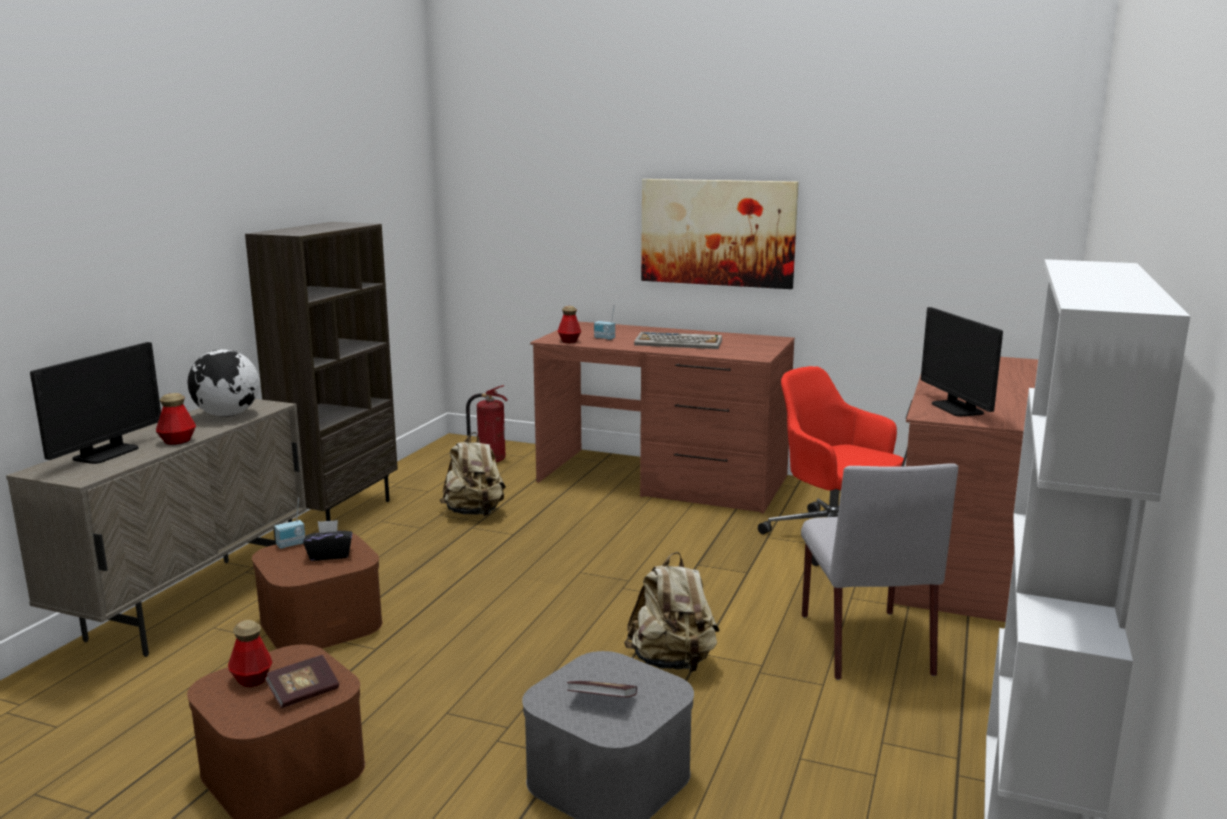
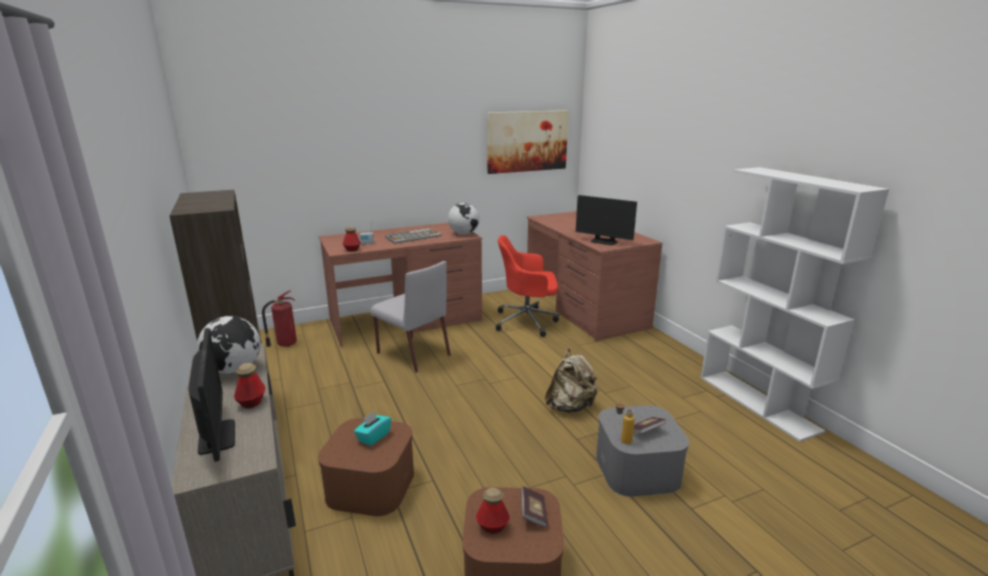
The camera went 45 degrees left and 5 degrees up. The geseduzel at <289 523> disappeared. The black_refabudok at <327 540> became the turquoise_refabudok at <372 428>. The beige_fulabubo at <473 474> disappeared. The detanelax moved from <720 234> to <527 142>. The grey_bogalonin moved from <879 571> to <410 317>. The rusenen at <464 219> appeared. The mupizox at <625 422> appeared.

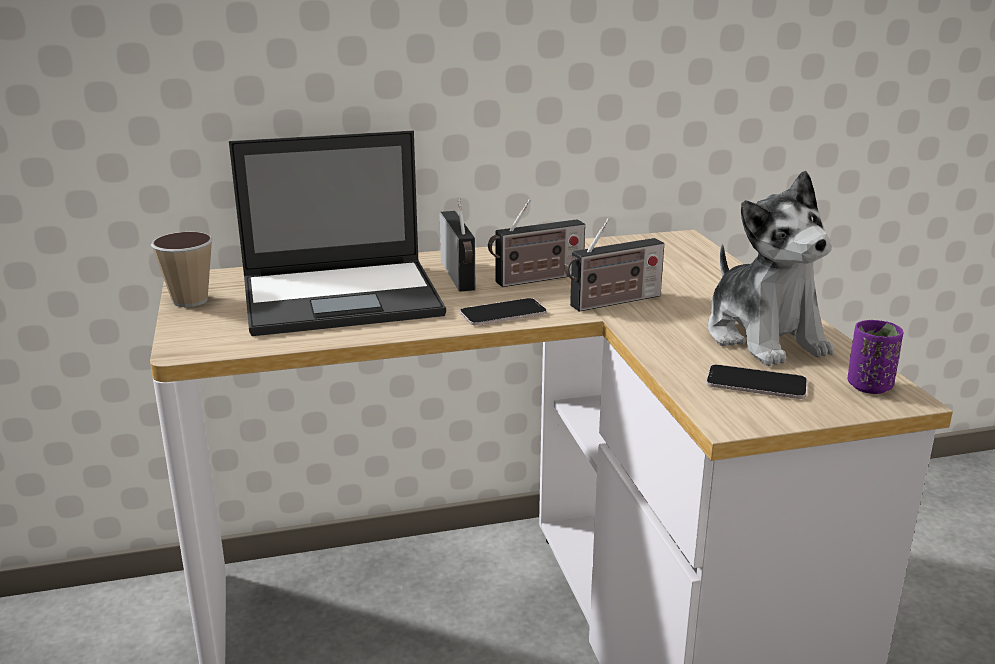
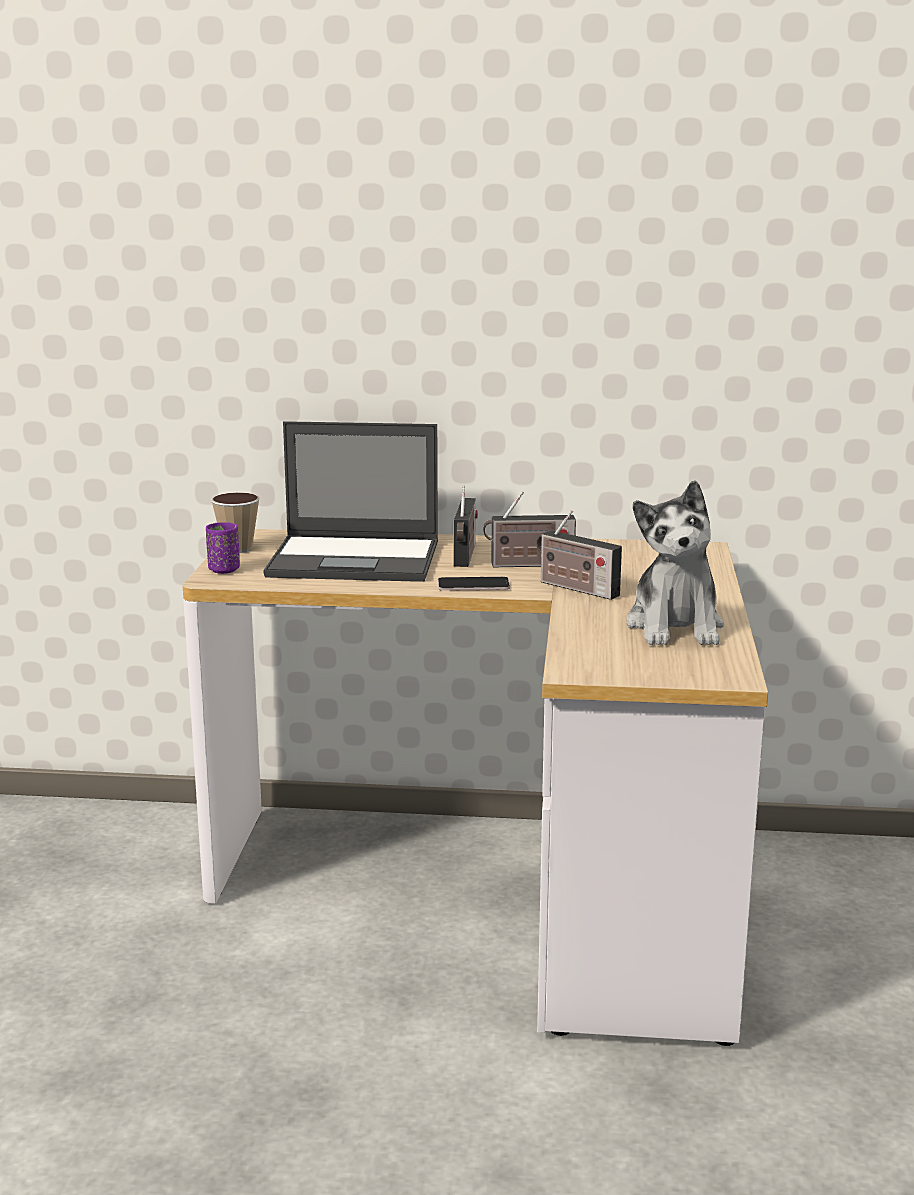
The camera went 20 degrees right and 5 degrees down. The geseduzel at <614 265> turned 45 degrees clockwise. The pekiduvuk at <756 381> disappeared. The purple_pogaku moved from <875 357> to <223 548>.

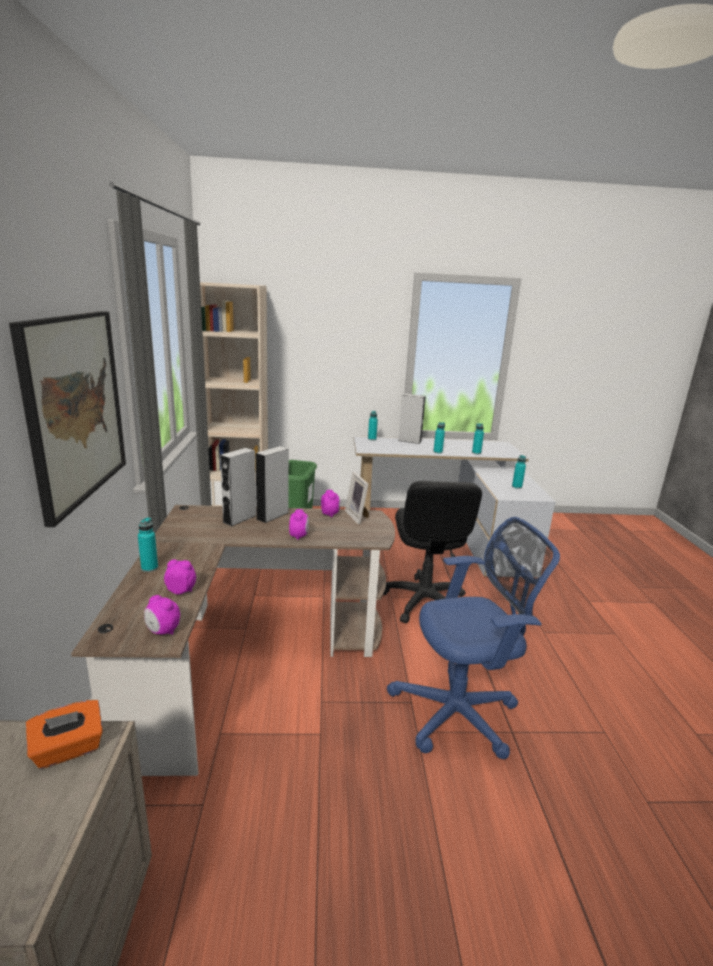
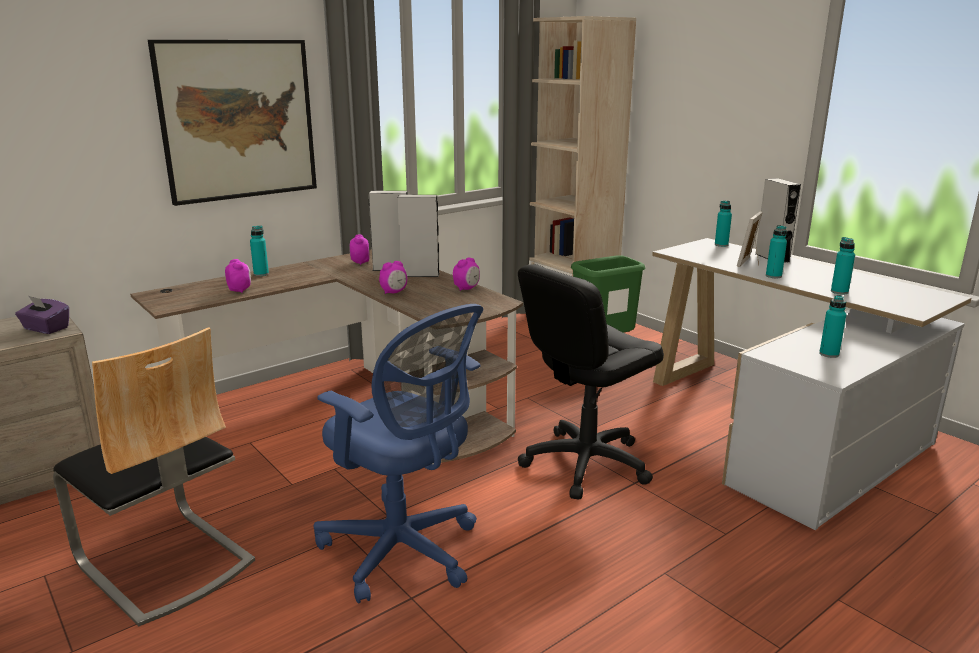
The camera went 55 degrees right and 0 degrees up. The orange_refabudok at <64 734> became the purple_refabudok at <42 315>. The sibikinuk moved from <162 615> to <359 249>. The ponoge moved from <357 498> to <750 239>. The bogalonin at <154 476> appeared.

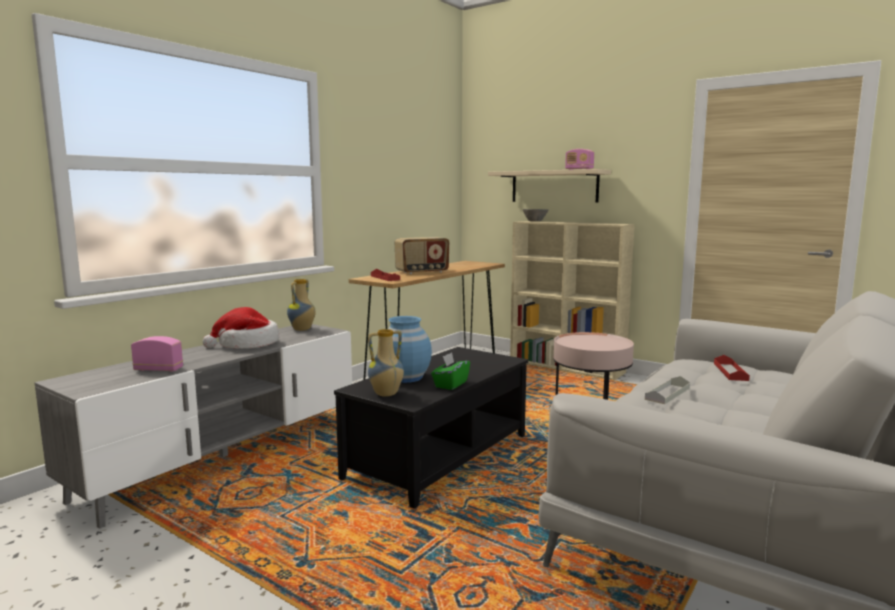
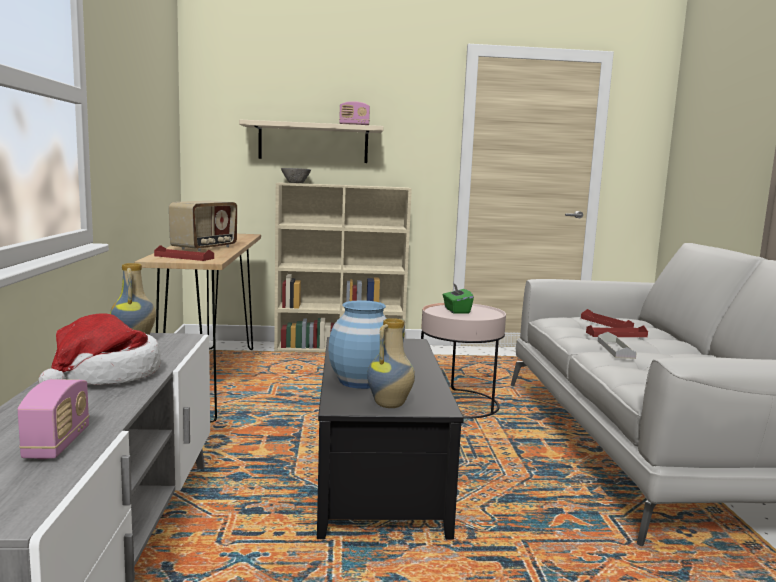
The camera went 40 degrees left and 0 degrees up. The geseduzel at <157 354> turned 120 degrees clockwise. The green_refabudok moved from <450 371> to <458 298>. The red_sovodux at <617 331> appeared.

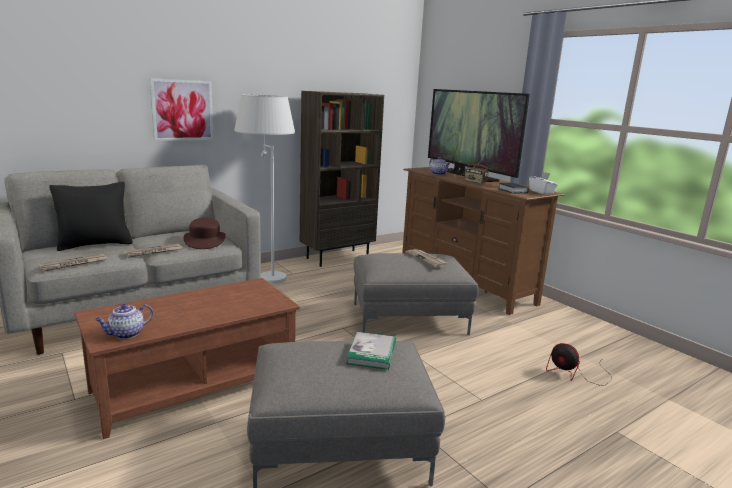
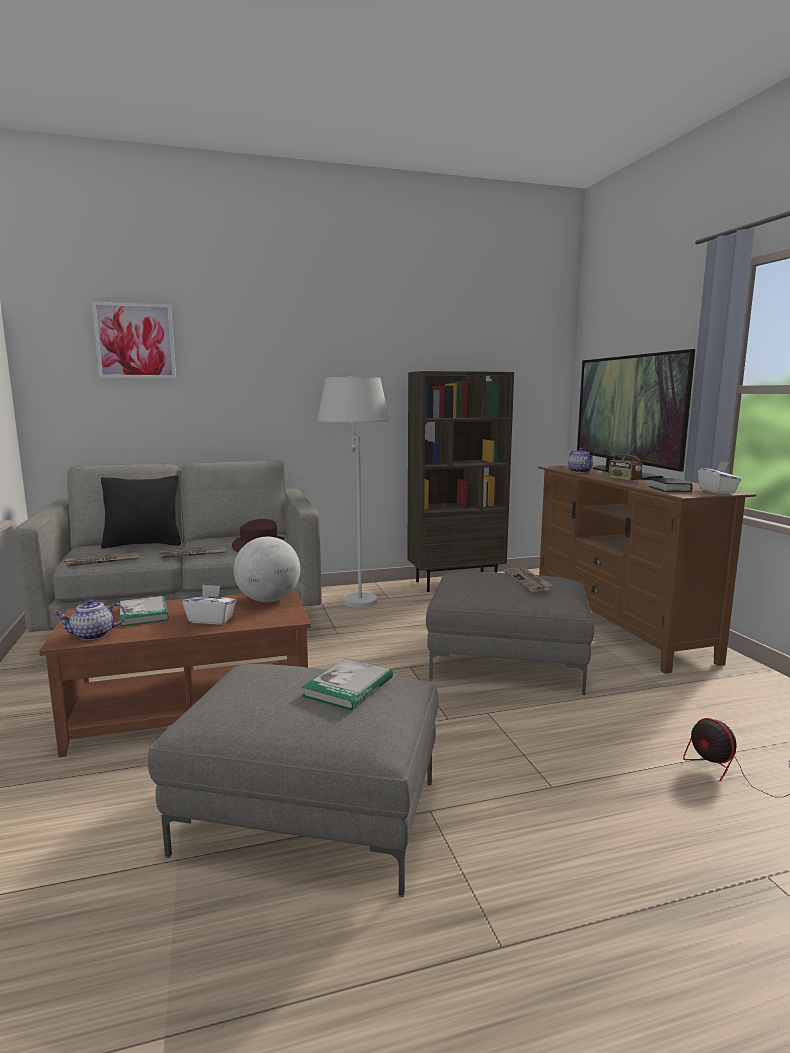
The camera went 20 degrees right and 5 degrees down. The detanelax moved from <182 109> to <134 340>. The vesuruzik at <144 611> appeared. The white_refabudok at <209 605> appeared. The rusenen at <266 569> appeared.

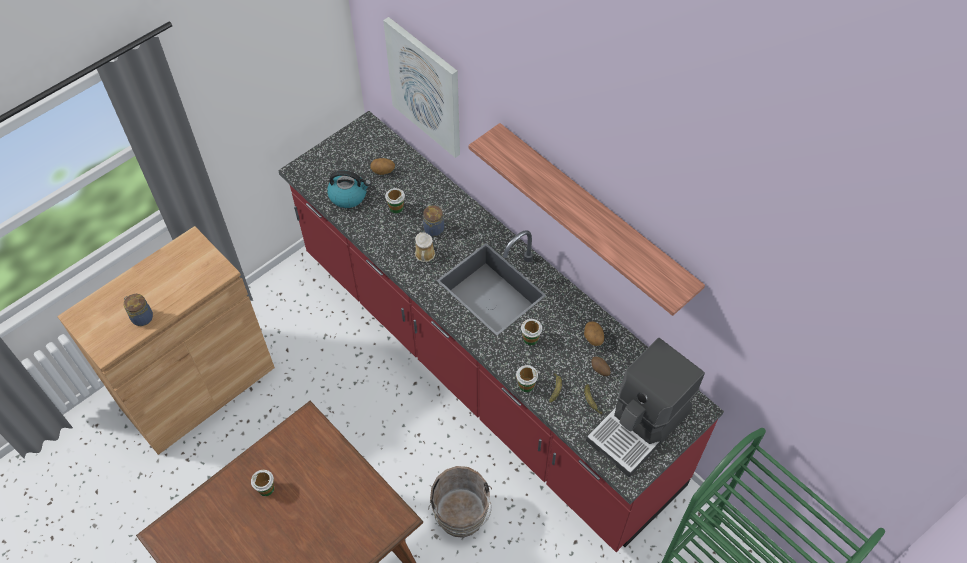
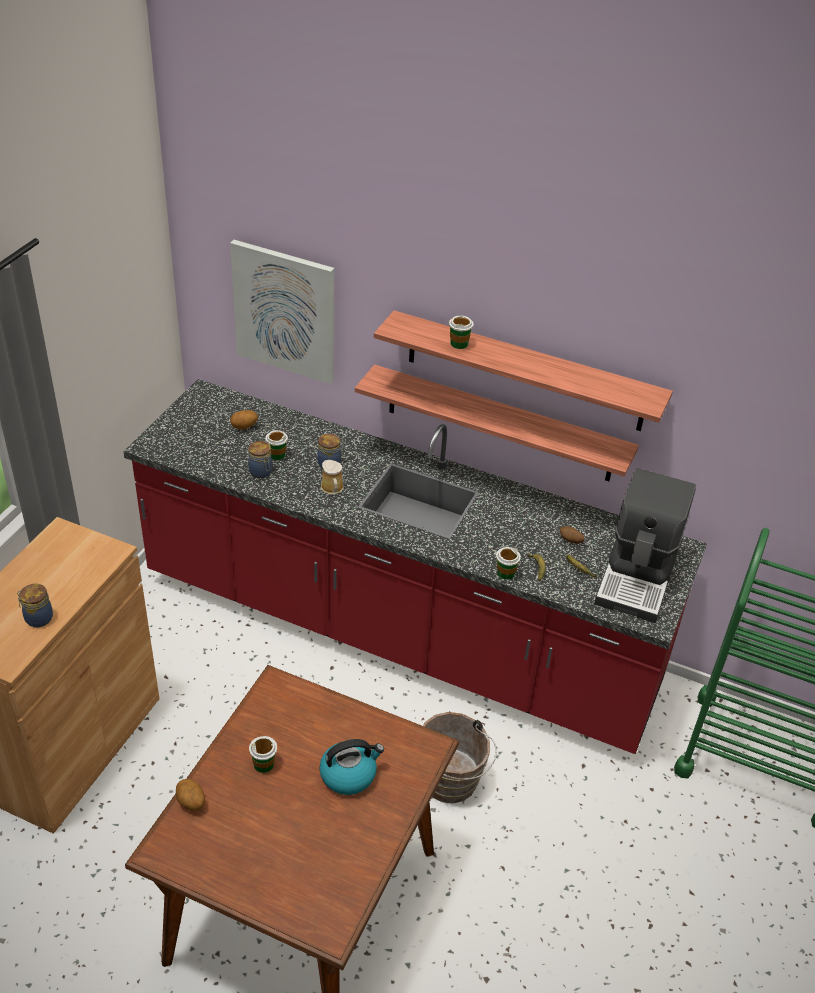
The camera went 25 degrees left and 15 degrees down. The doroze moved from <349 189> to <351 767>. The pogaku moved from <531 332> to <461 332>. The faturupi moved from <594 333> to <190 795>. The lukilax at <260 459> appeared. The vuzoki at <497 422> appeared.

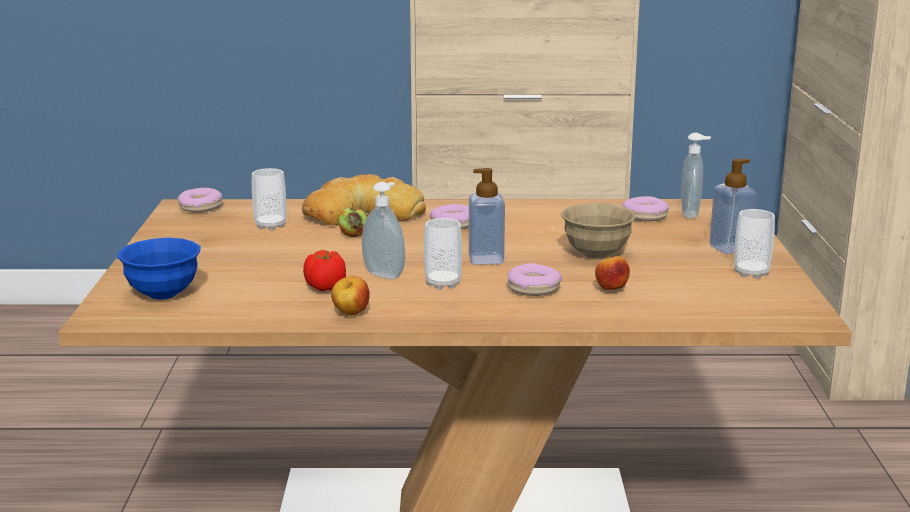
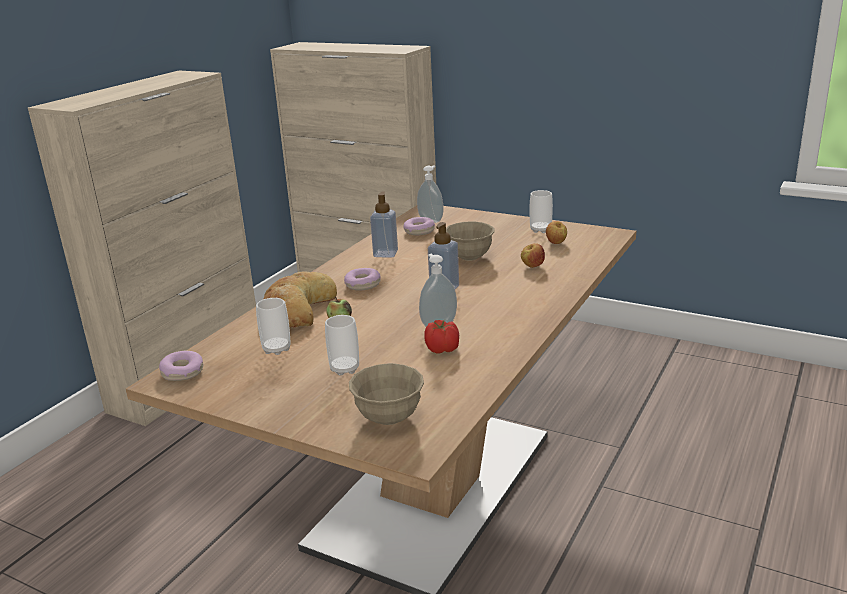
The camera went 60 degrees left and 5 degrees up. The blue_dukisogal at <159 269> became the beige_dukisogal at <386 394>. The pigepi moved from <350 295> to <556 232>. The pogaku moved from <443 254> to <342 345>. The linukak at <535 279> disappeared. The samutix moved from <732 206> to <384 224>.

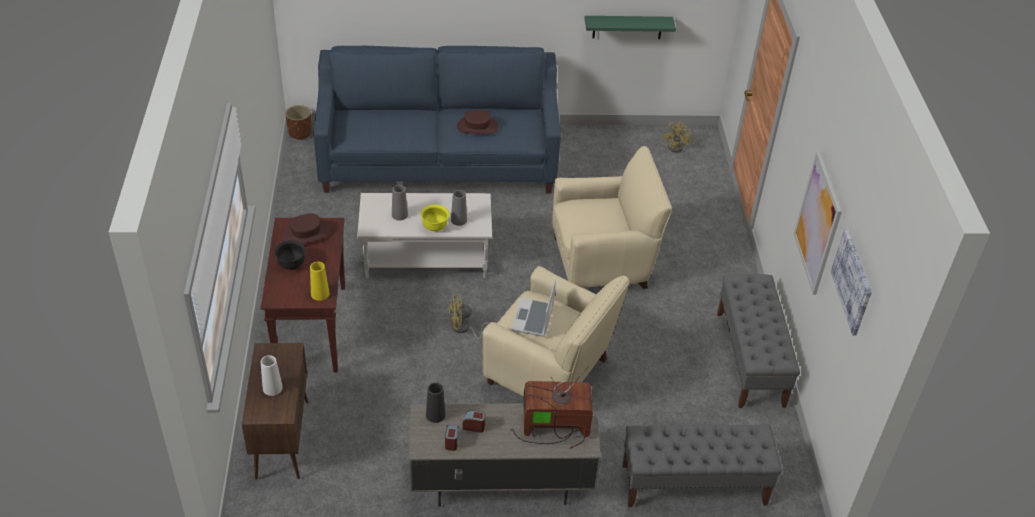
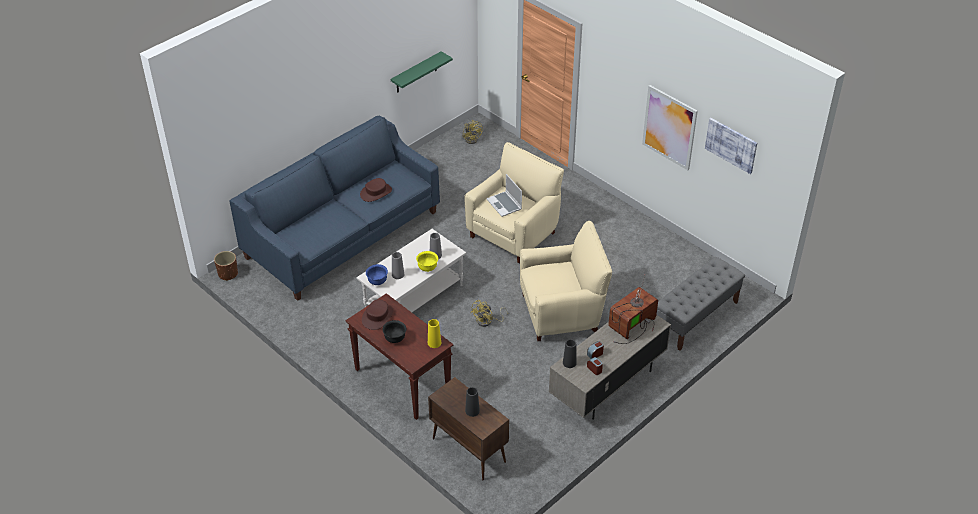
The camera went 40 degrees left and 0 degrees up. The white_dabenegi at <272 375> became the black_dabenegi at <472 402>. The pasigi moved from <533 308> to <504 195>. The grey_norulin at <758 341> disappeared. The blue_dukisogal at <377 274> appeared.

